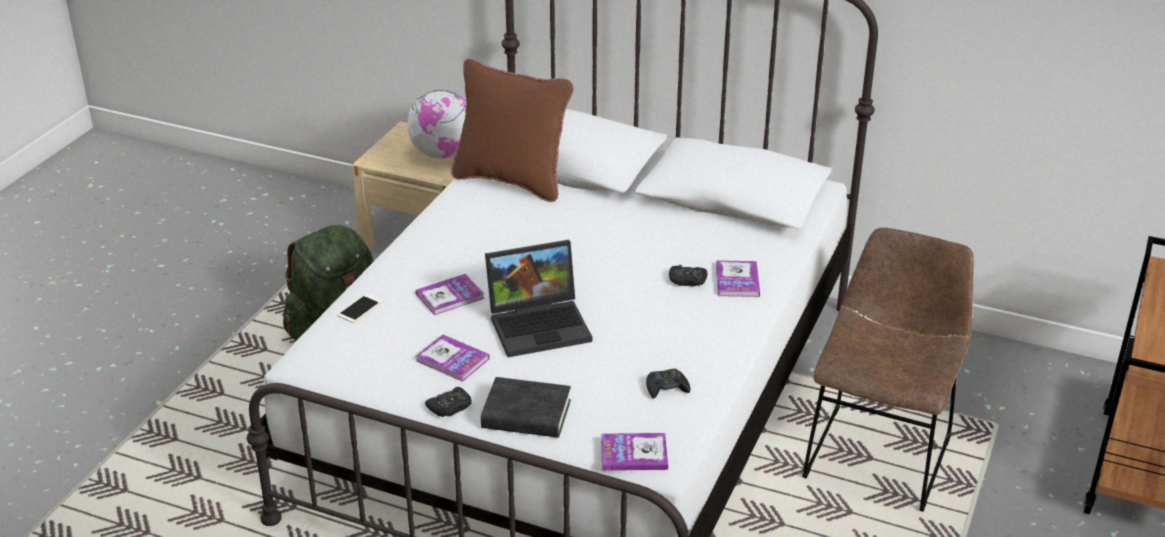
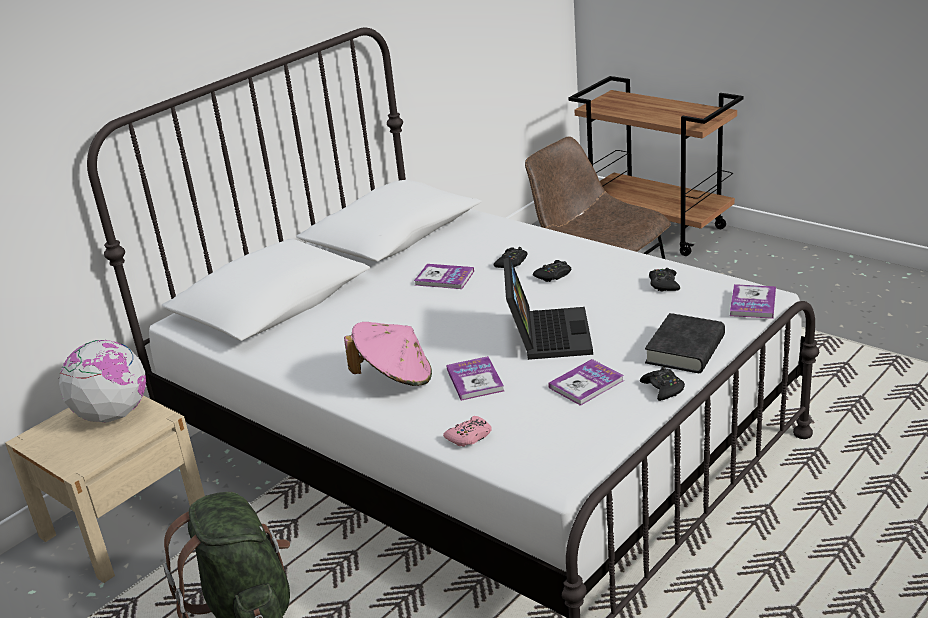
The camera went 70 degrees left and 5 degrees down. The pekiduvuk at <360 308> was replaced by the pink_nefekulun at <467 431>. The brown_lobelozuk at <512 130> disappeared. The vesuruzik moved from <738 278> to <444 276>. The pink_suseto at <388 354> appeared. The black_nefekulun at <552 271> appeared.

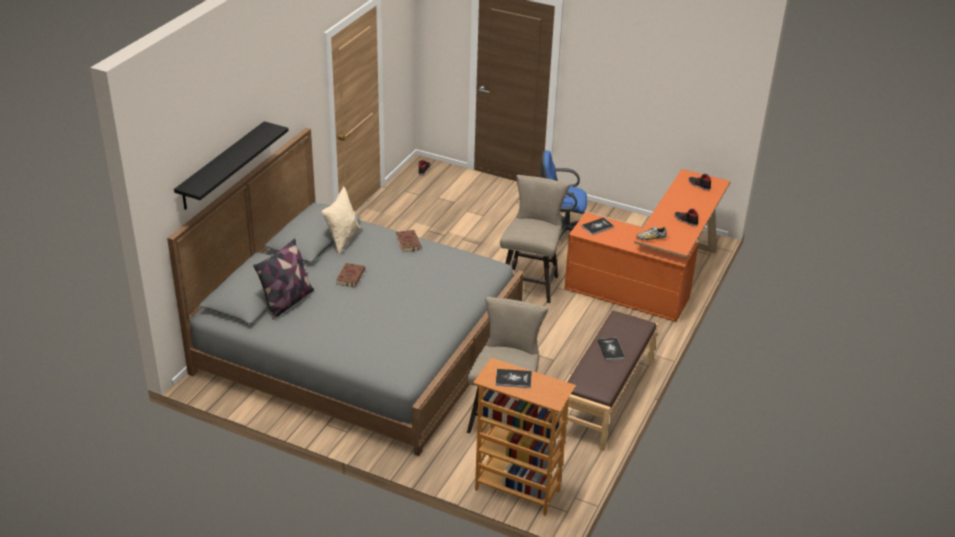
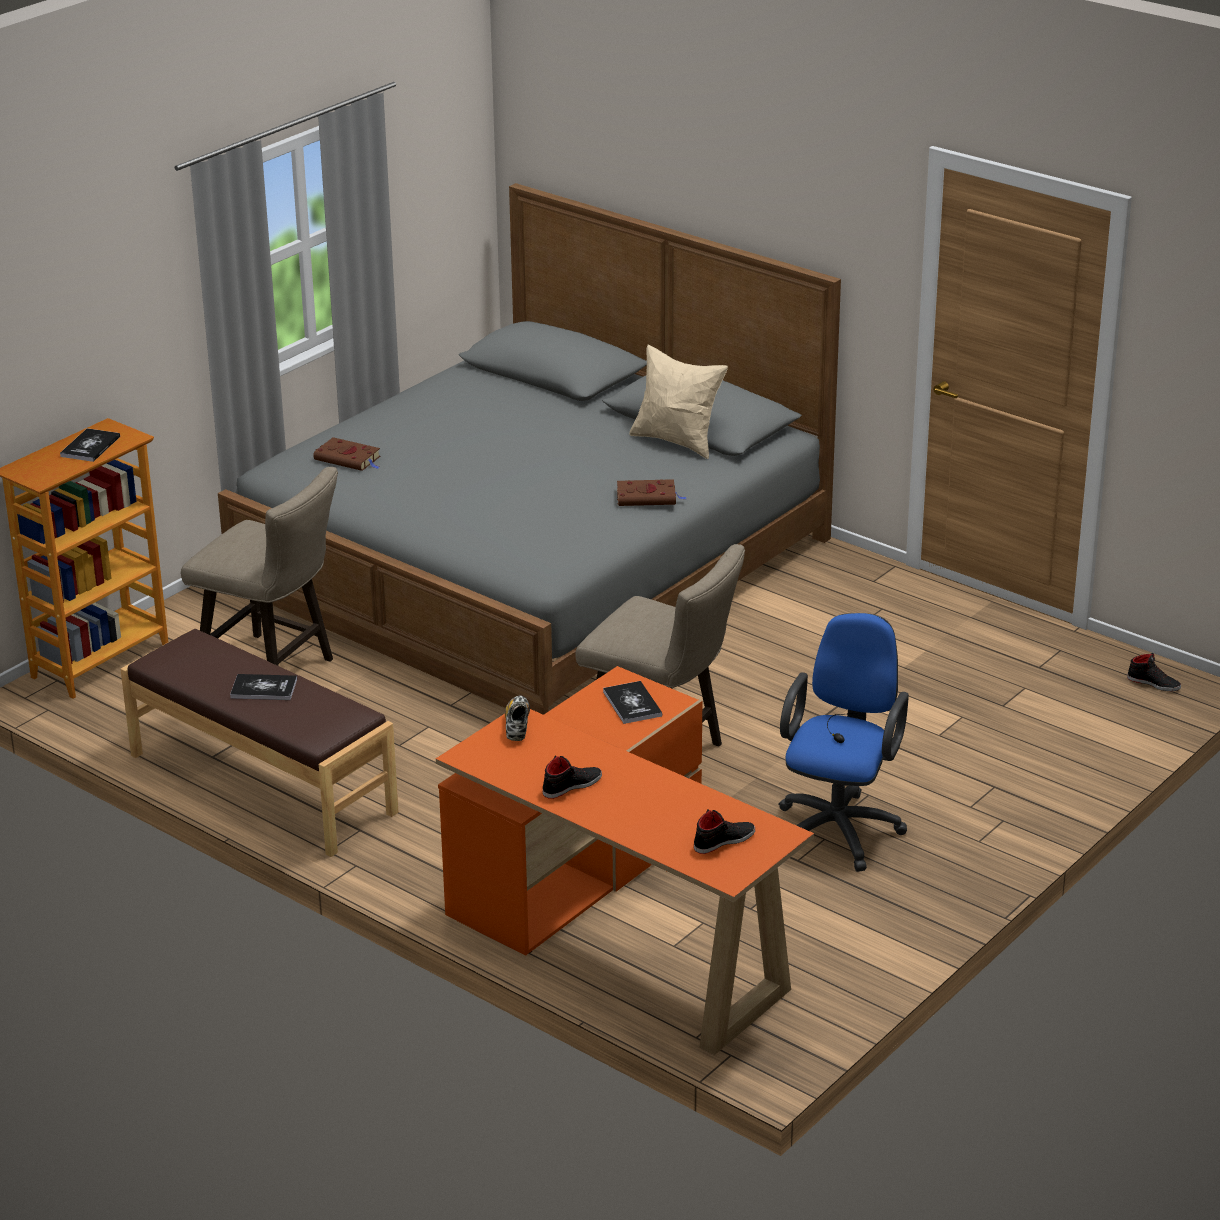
The camera went 105 degrees right and 5 degrees down. The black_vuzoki at <231 165> disappeared. The lobelozuk at <283 279> disappeared. The brown_vesuruzik moved from <350 275> to <346 454>.

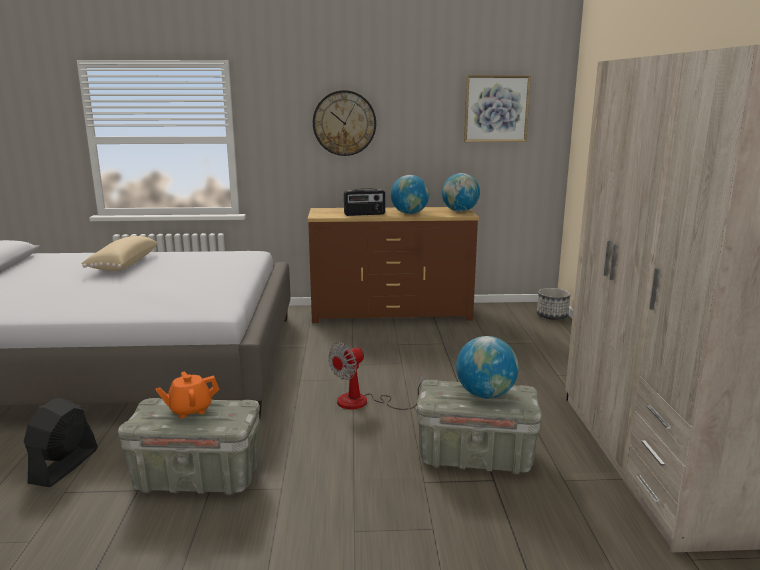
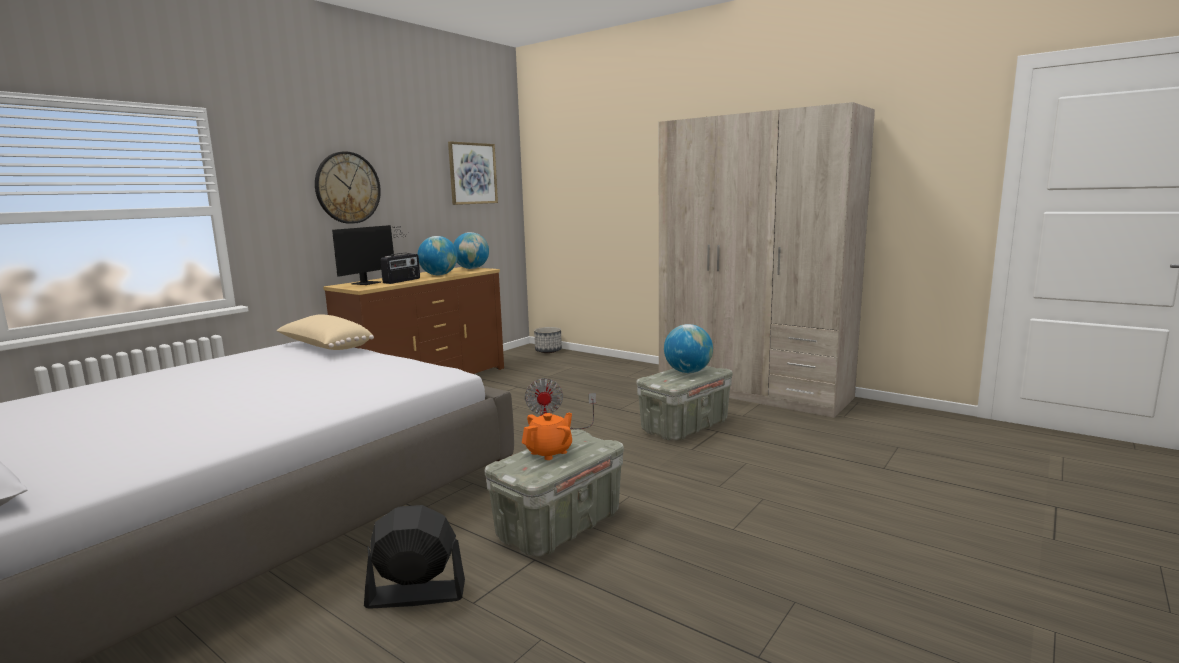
The camera went 50 degrees left and 5 degrees down. The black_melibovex at <61 442> turned 120 degrees clockwise. The beige_lobelozuk moved from <119 253> to <325 332>. The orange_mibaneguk at <187 395> turned 150 degrees counterclockwise. The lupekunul at <370 255> appeared.

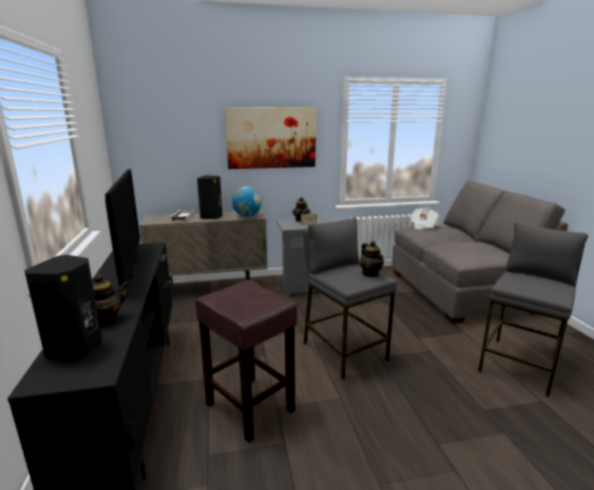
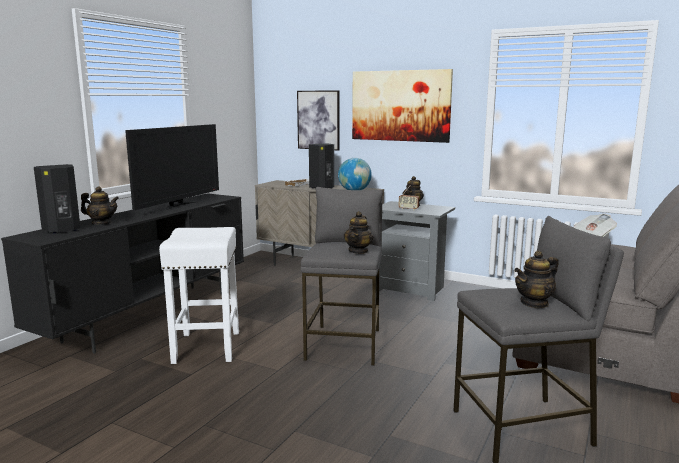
The camera went 40 degrees right and 5 degrees down. The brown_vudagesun at <246 361> became the white_vudagesun at <199 295>. The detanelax at <318 120> appeared. The mibaneguk at <536 279> appeared.

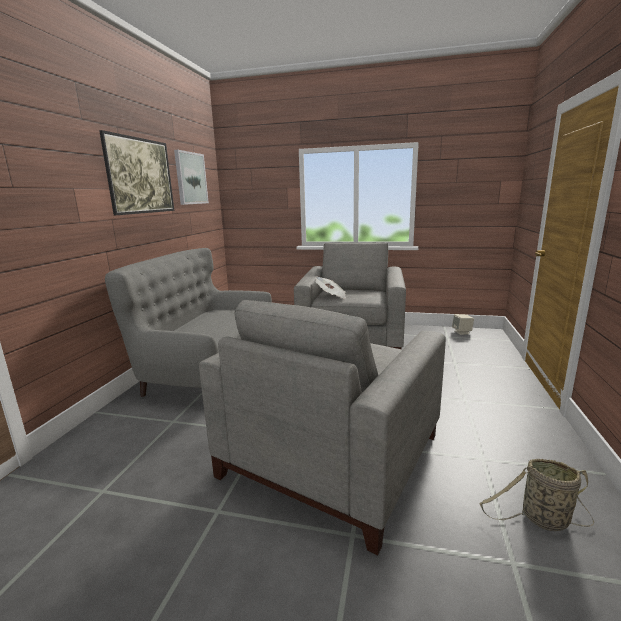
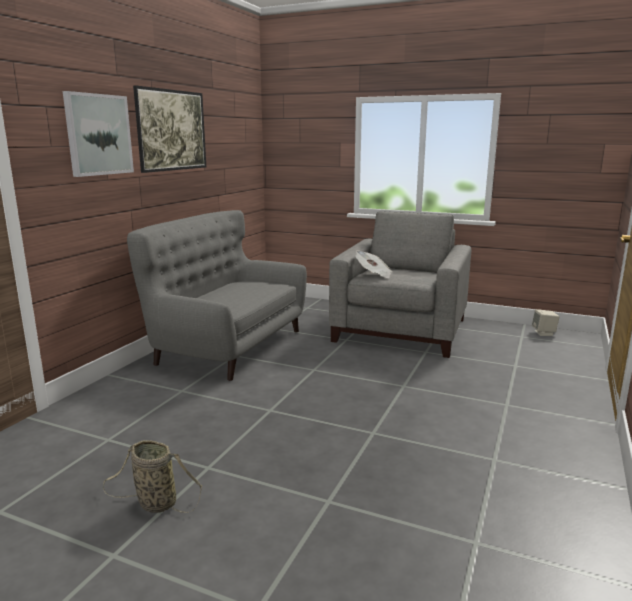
The camera went 10 degrees right and 0 degrees up. The detanelax moved from <191 177> to <98 134>. The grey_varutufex at <322 427> disappeared. The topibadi moved from <536 495> to <152 476>.

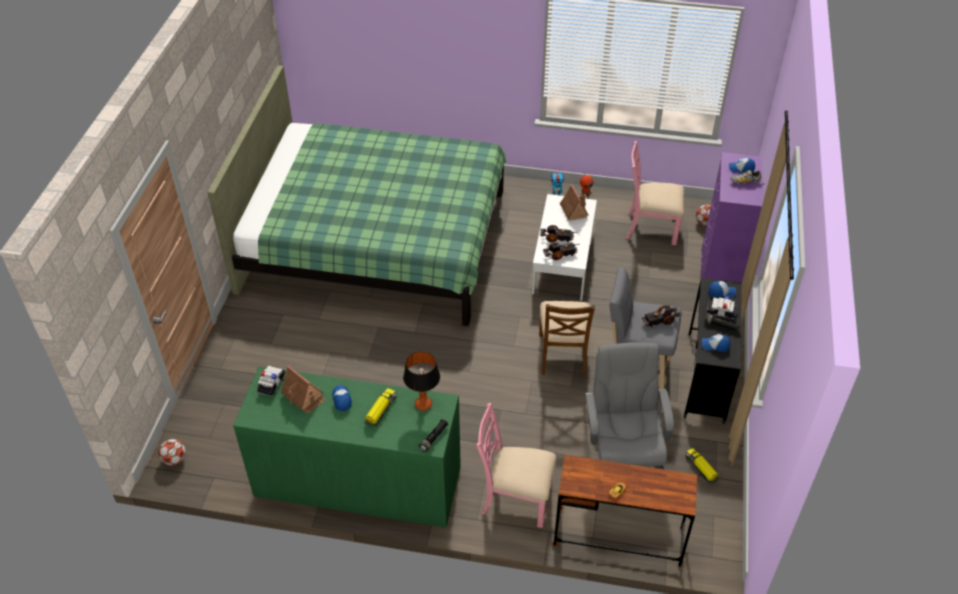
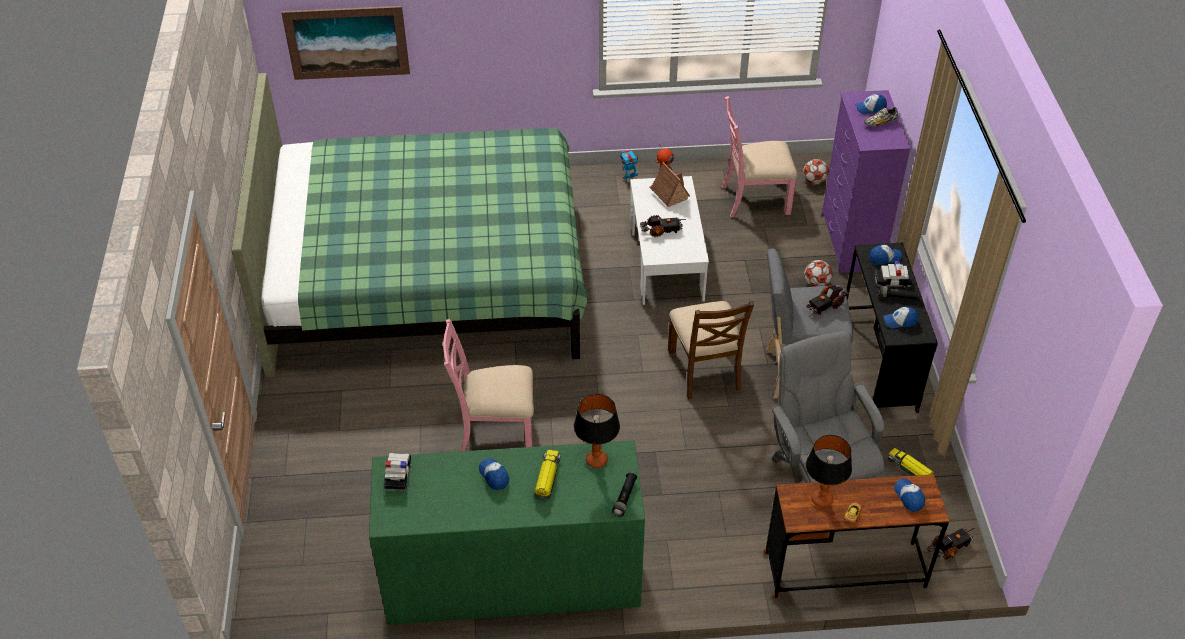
The camera went 15 degrees left and 0 degrees up. The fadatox moved from <172 452> to <818 273>. The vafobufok at <303 390> disappeared. The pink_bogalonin moved from <516 465> to <488 385>. The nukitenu moved from <561 251> to <950 544>. The detanelax at <345 43> appeared. The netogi at <829 471> appeared. The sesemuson at <909 495> appeared.

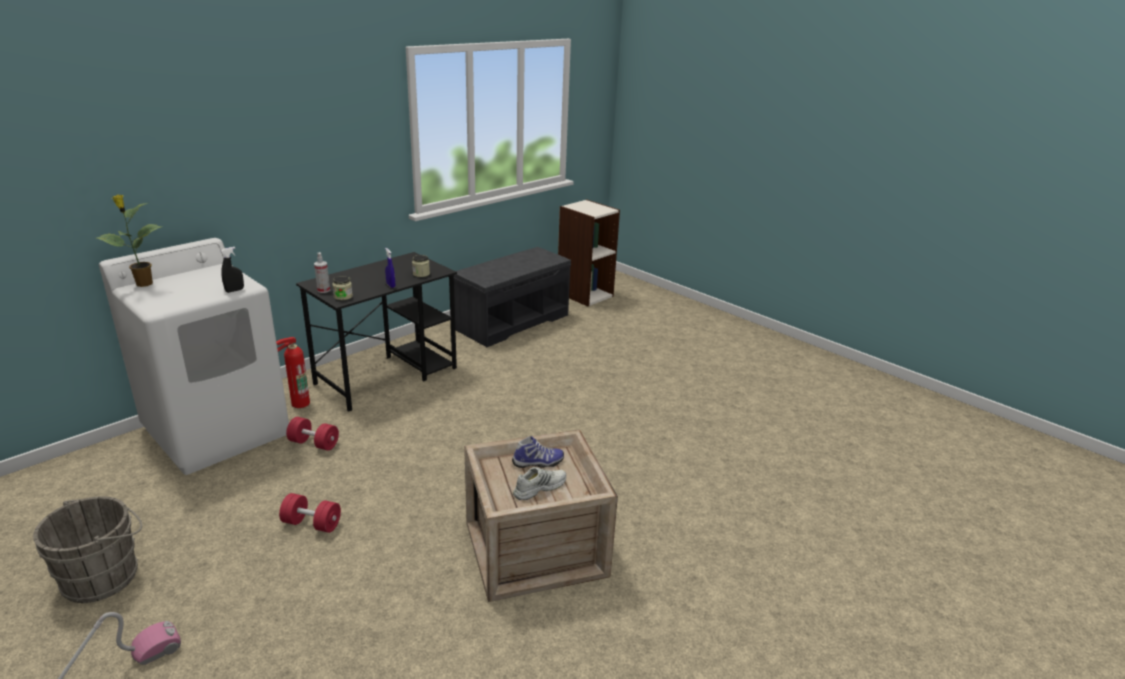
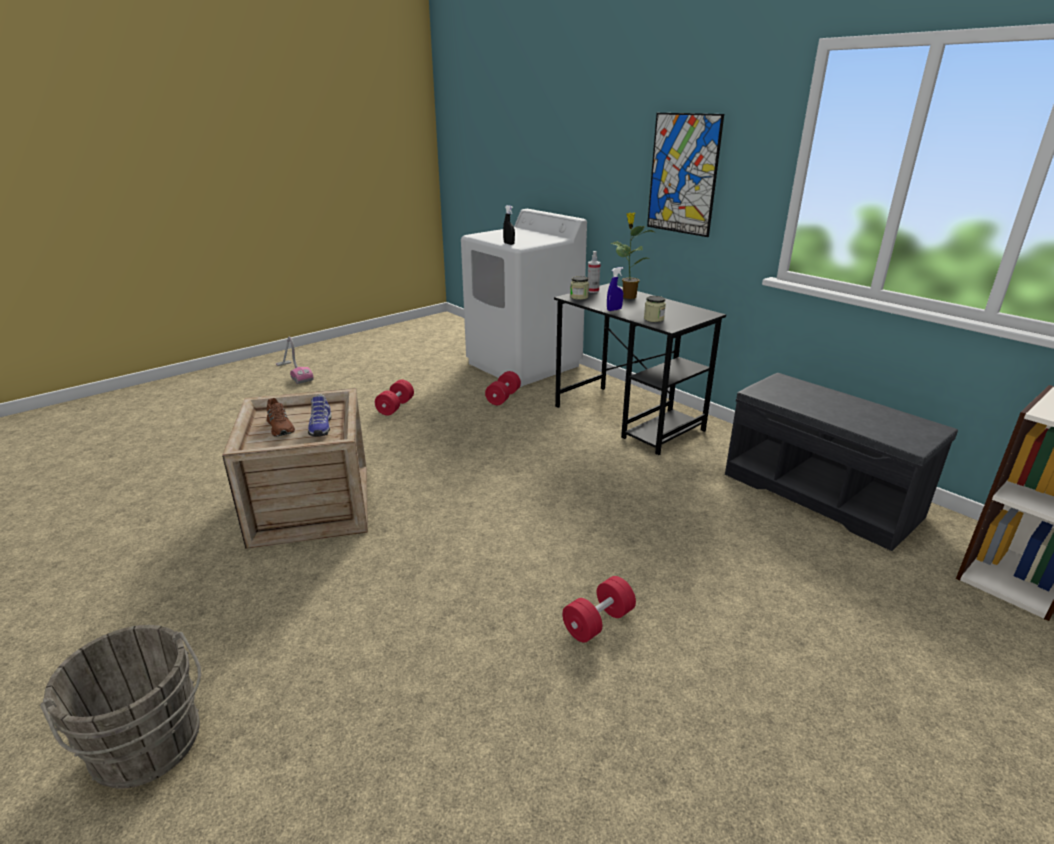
The camera went 95 degrees right and 0 degrees up. The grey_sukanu moved from <87 549> to <120 707>. The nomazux moved from <129 240> to <632 255>. The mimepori at <293 372> disappeared. The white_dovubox at <539 483> became the brown_dovubox at <281 417>. The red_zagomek at <599 609> appeared. The detanelax at <685 175> appeared.

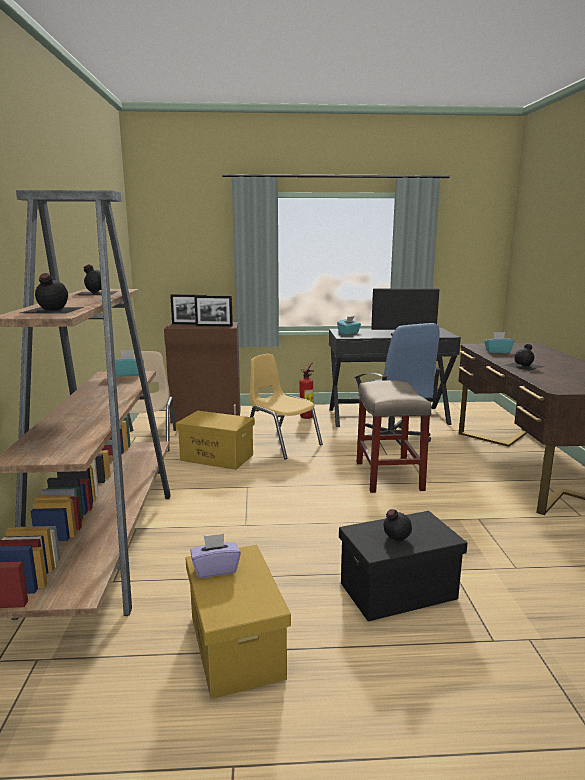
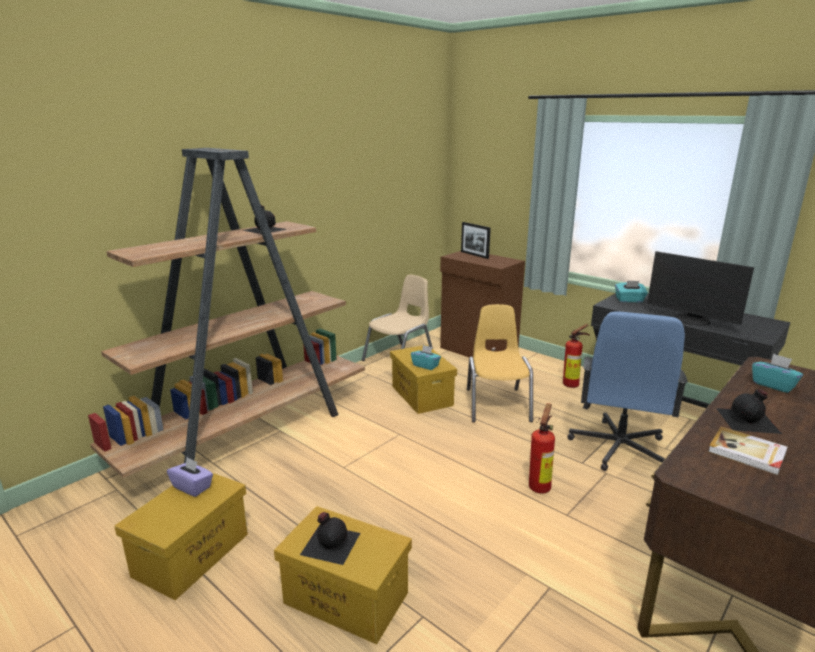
The camera went 45 degrees right and 5 degrees up. The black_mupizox at <52 293> disappeared. The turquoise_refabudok moved from <129 363> to <426 357>. The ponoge at <213 311> disappeared. The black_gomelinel at <403 566> became the yellow_gomelinel at <343 575>. The beige_vudagesun at <394 436> was replaced by the mimepori at <542 448>. The vesuruzik at <748 451> appeared.

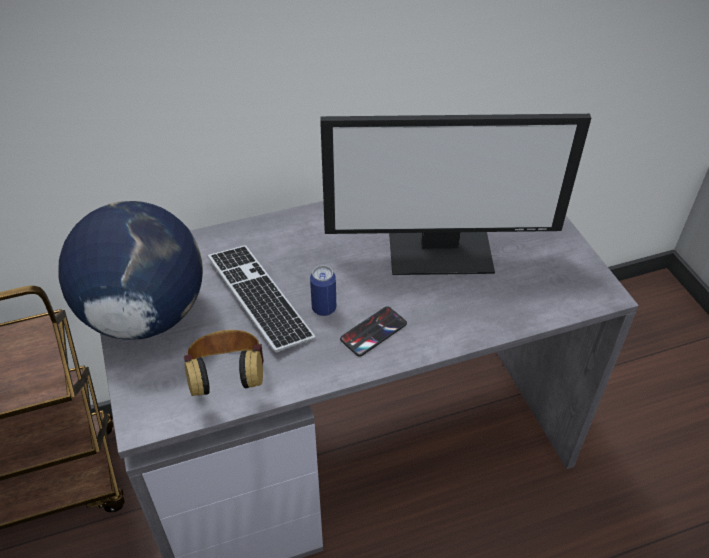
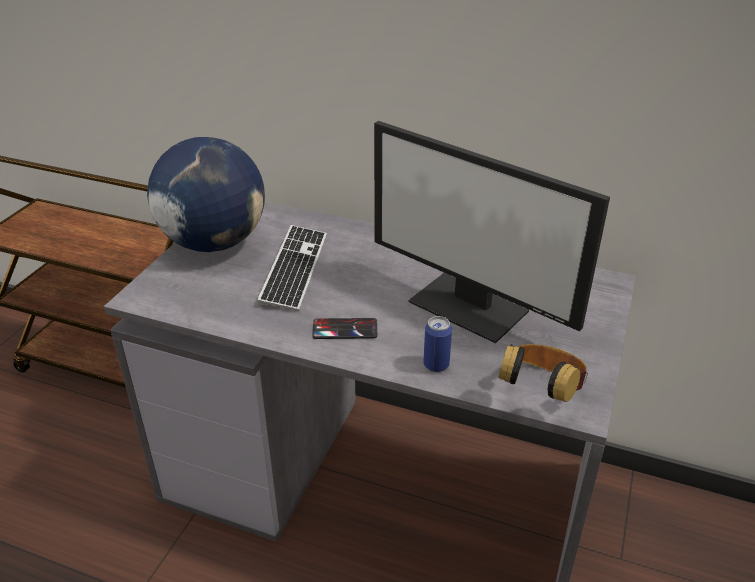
The camera went 40 degrees right and 10 degrees down. The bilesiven moved from <224 363> to <543 373>. The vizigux moved from <323 290> to <437 344>.

